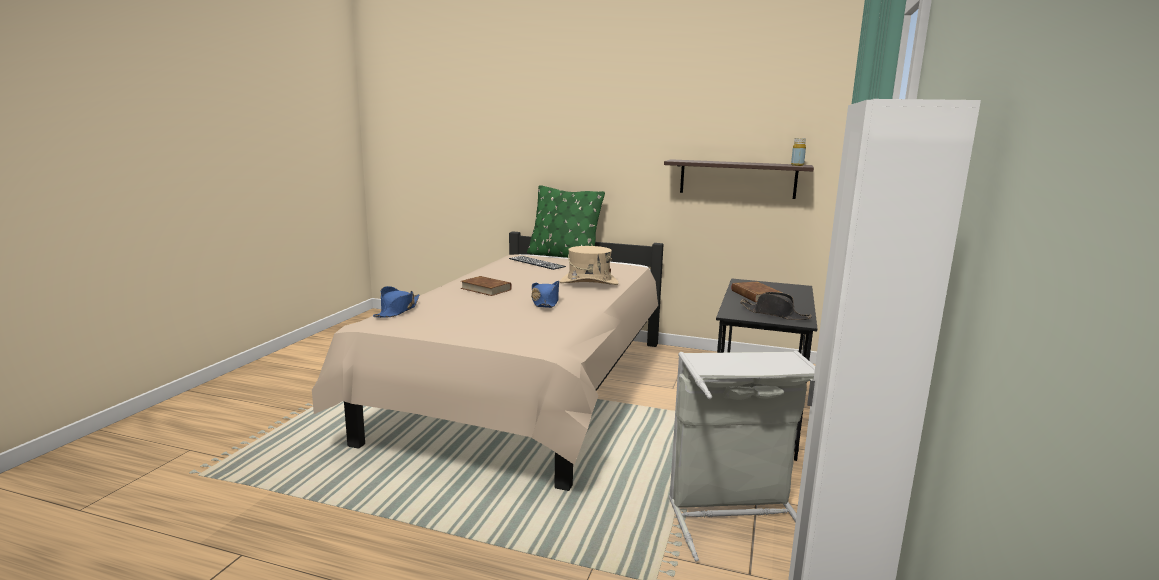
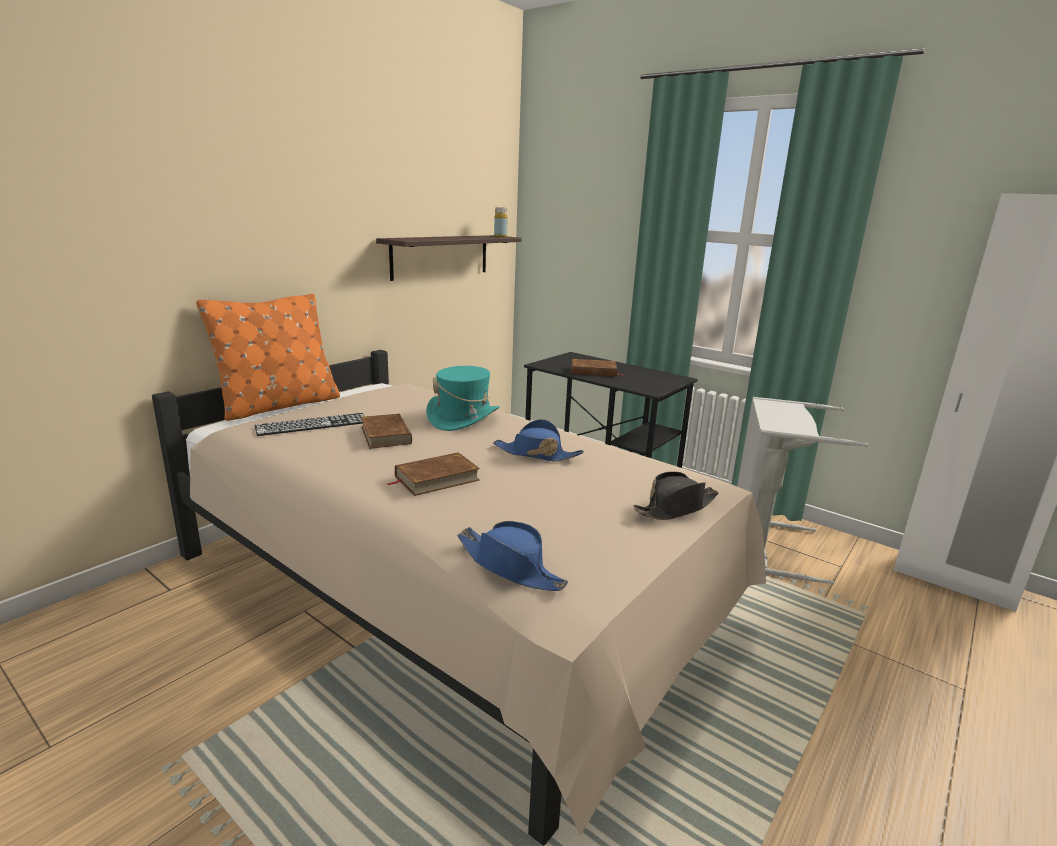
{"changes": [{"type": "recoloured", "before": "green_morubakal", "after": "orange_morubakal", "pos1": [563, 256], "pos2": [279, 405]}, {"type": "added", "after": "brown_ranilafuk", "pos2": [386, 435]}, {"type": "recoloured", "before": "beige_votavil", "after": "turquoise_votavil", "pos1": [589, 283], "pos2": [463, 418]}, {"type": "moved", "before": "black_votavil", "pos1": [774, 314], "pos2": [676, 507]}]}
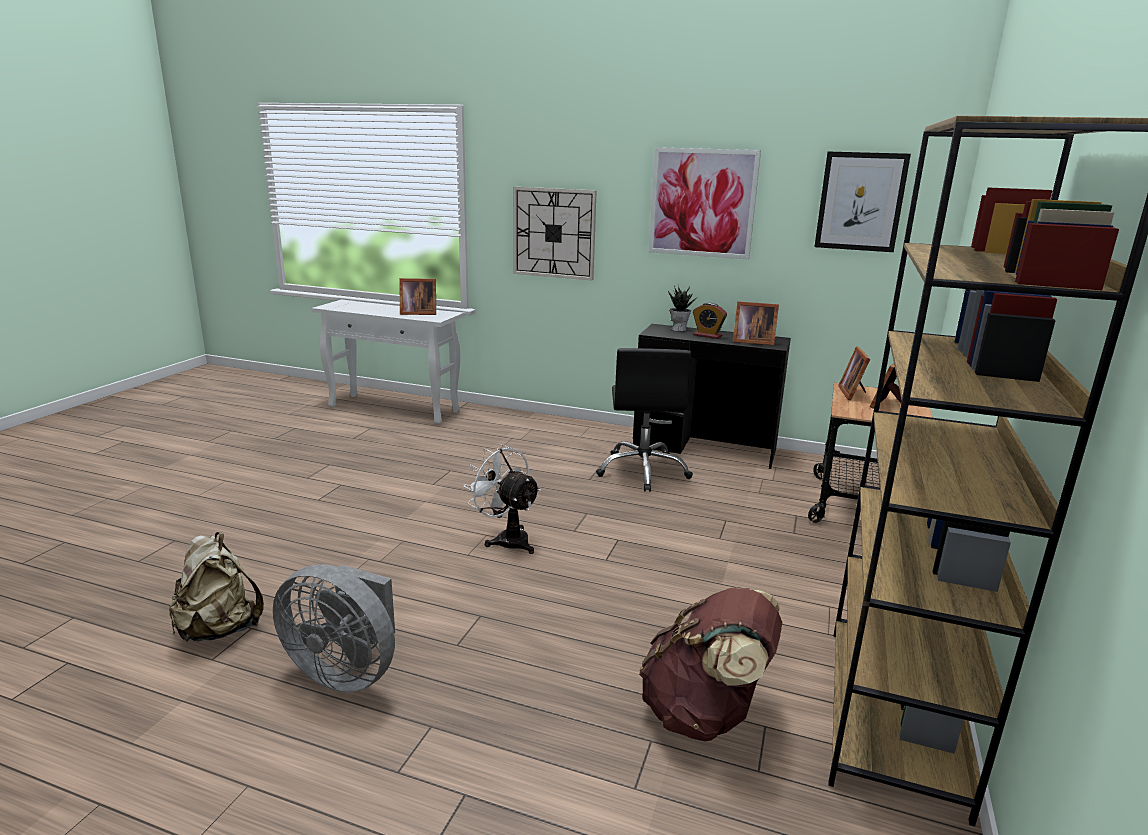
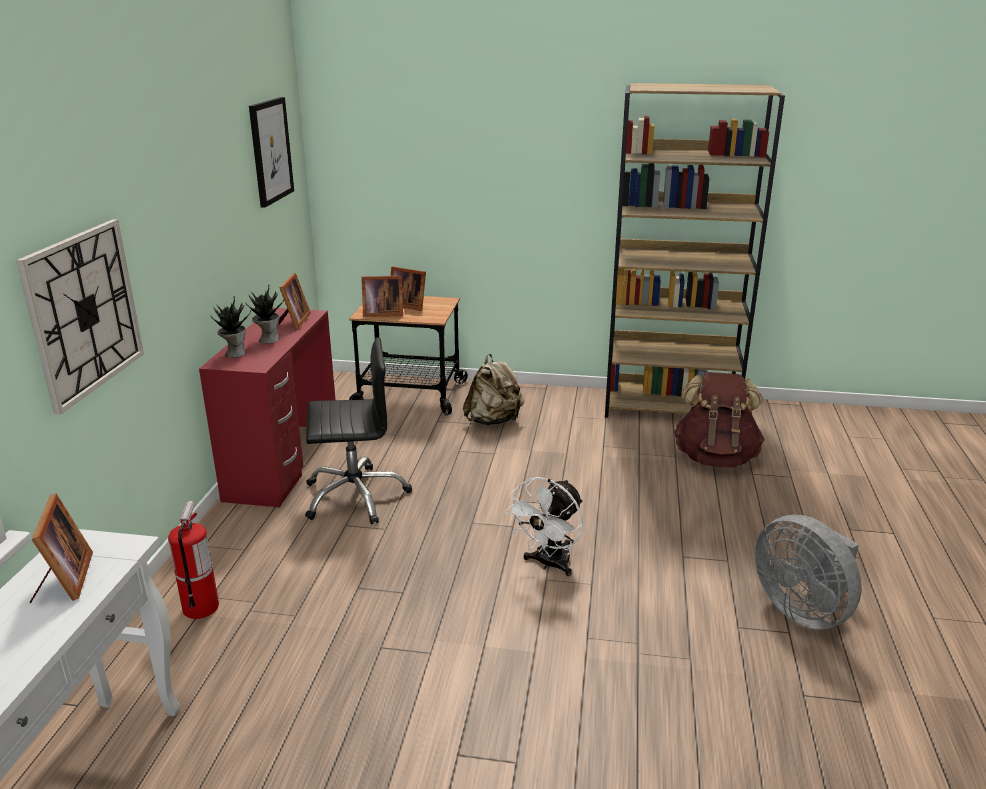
{"changes": [{"type": "added", "after": "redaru", "pos2": [201, 607]}, {"type": "recoloured", "before": "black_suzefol", "after": "red_suzefol", "pos1": [704, 448], "pos2": [283, 462]}, {"type": "replaced", "before": "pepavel", "after": "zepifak", "pos1": [707, 335], "pos2": [268, 340]}, {"type": "moved", "before": "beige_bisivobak", "pos1": [219, 629], "pos2": [494, 421]}, {"type": "turned", "before": "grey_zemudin", "pos1": [346, 671], "pos2": [802, 609], "turn": 135}, {"type": "removed", "before": "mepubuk", "pos1": [702, 203]}]}
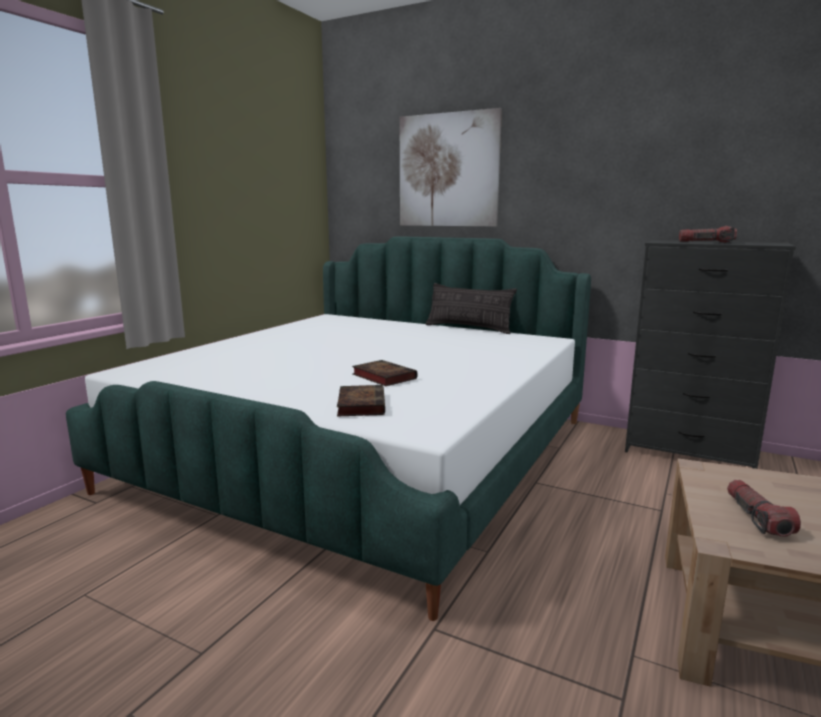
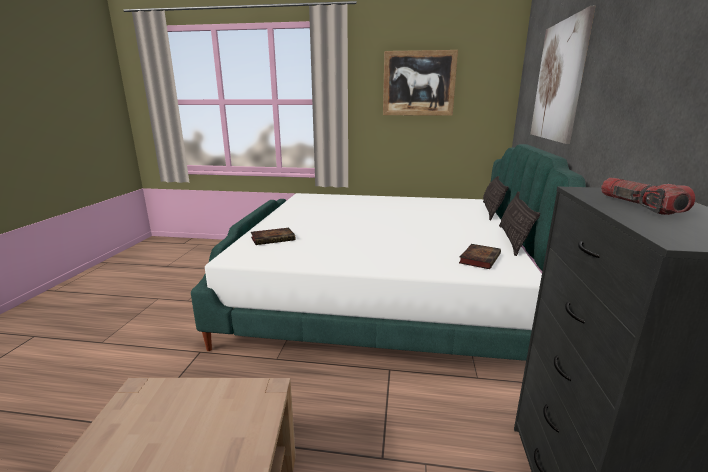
{"changes": [{"type": "added", "after": "mepubuk", "pos2": [418, 83]}, {"type": "moved", "before": "ranilafuk", "pos1": [382, 376], "pos2": [479, 258]}, {"type": "added", "after": "morubakal", "pos2": [491, 211]}, {"type": "removed", "before": "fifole", "pos1": [757, 518]}]}
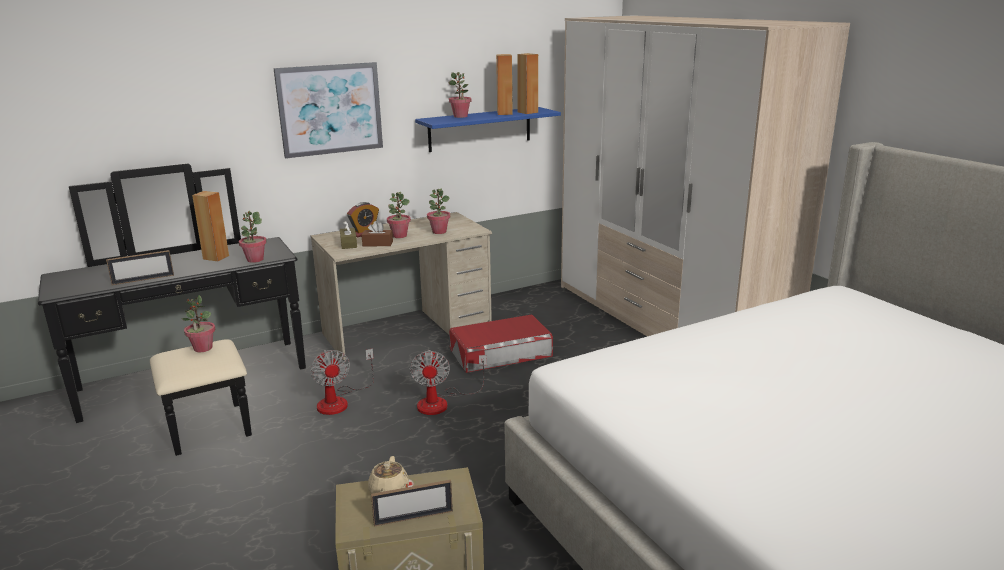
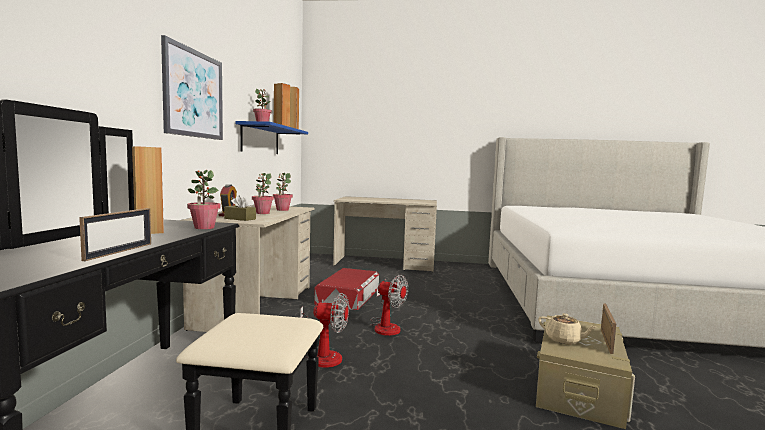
{"changes": [{"type": "replaced", "before": "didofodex", "after": "beige_suzefol", "pos1": [665, 322], "pos2": [385, 263]}, {"type": "removed", "before": "zepifak", "pos1": [203, 348]}, {"type": "removed", "before": "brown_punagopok", "pos1": [377, 244]}]}
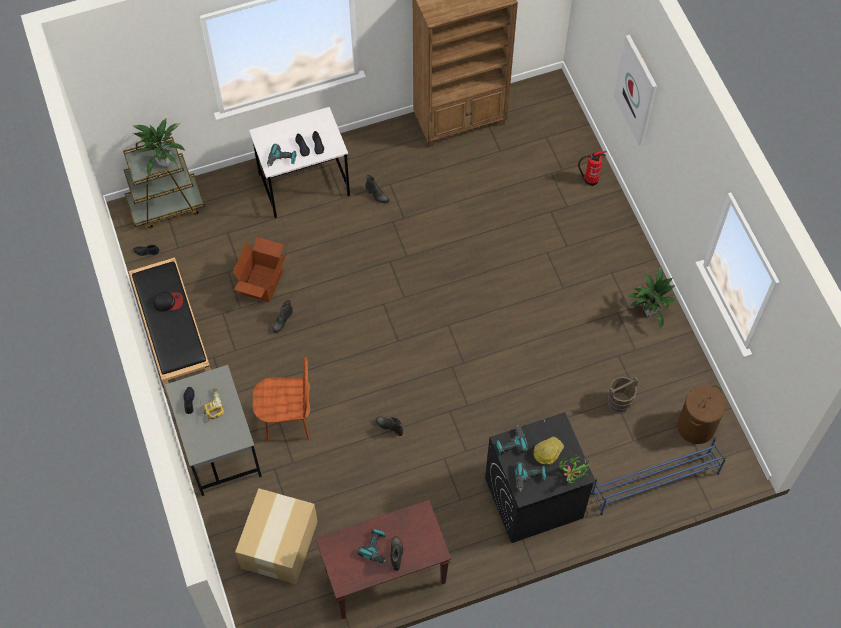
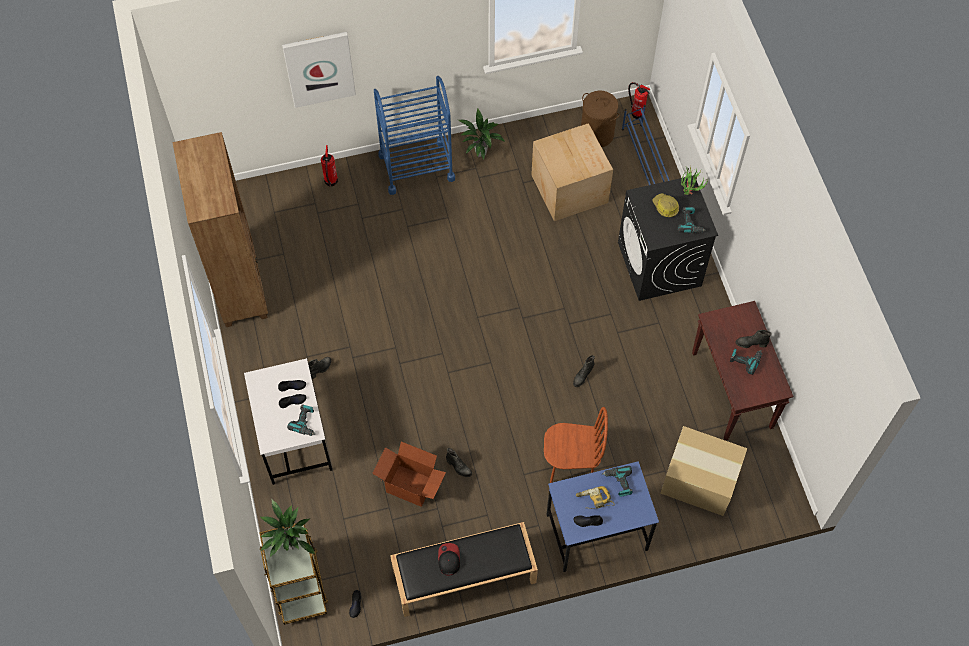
{"changes": [{"type": "added", "after": "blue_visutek", "pos2": [416, 167]}, {"type": "replaced", "before": "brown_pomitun", "after": "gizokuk", "pos1": [619, 402], "pos2": [570, 187]}, {"type": "turned", "before": "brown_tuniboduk", "pos1": [288, 421], "pos2": [571, 467], "turn": 90}, {"type": "recoloured", "before": "grey_suzefol", "after": "blue_suzefol", "pos1": [219, 448], "pos2": [596, 533]}, {"type": "moved", "before": "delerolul", "pos1": [511, 443], "pos2": [619, 483]}, {"type": "added", "after": "redaru", "pos2": [636, 112]}]}
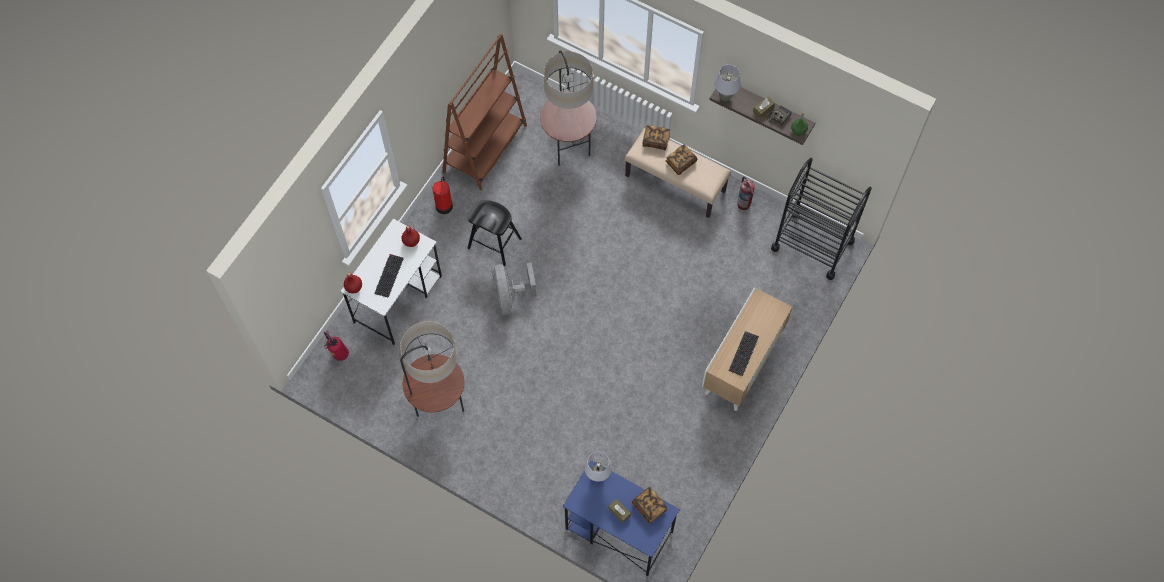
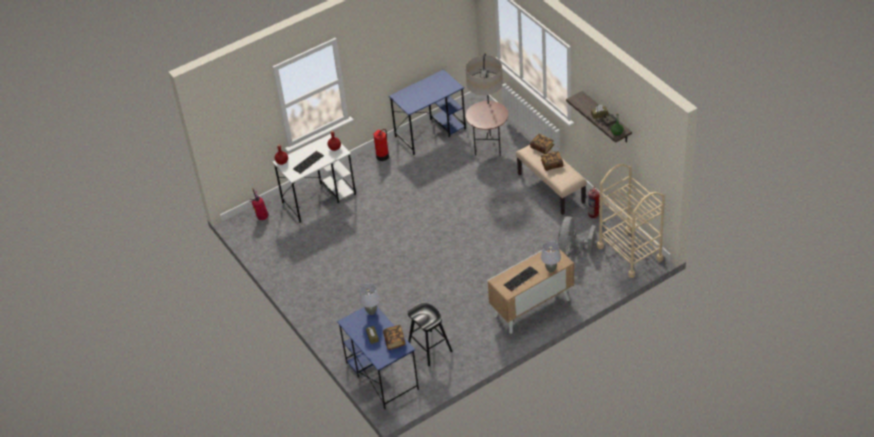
{"changes": [{"type": "replaced", "before": "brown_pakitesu", "after": "blue_suzefol", "pos1": [485, 148], "pos2": [431, 132]}, {"type": "moved", "before": "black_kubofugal", "pos1": [494, 243], "pos2": [429, 348]}, {"type": "moved", "before": "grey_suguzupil", "pos1": [725, 97], "pos2": [551, 270]}, {"type": "moved", "before": "grey_zemudin", "pos1": [510, 297], "pos2": [572, 249]}, {"type": "recoloured", "before": "black_visutek", "after": "beige_visutek", "pos1": [812, 244], "pos2": [630, 253]}, {"type": "removed", "before": "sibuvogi", "pos1": [439, 405]}]}
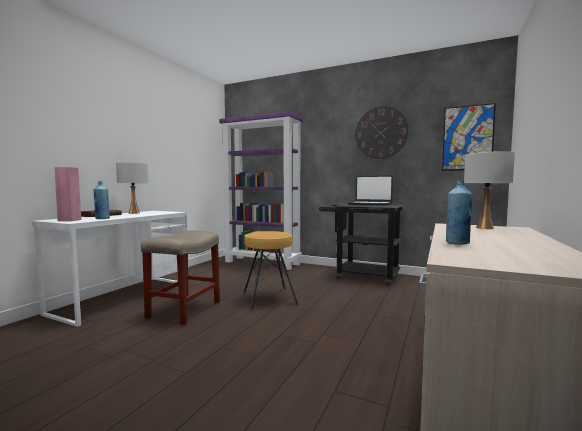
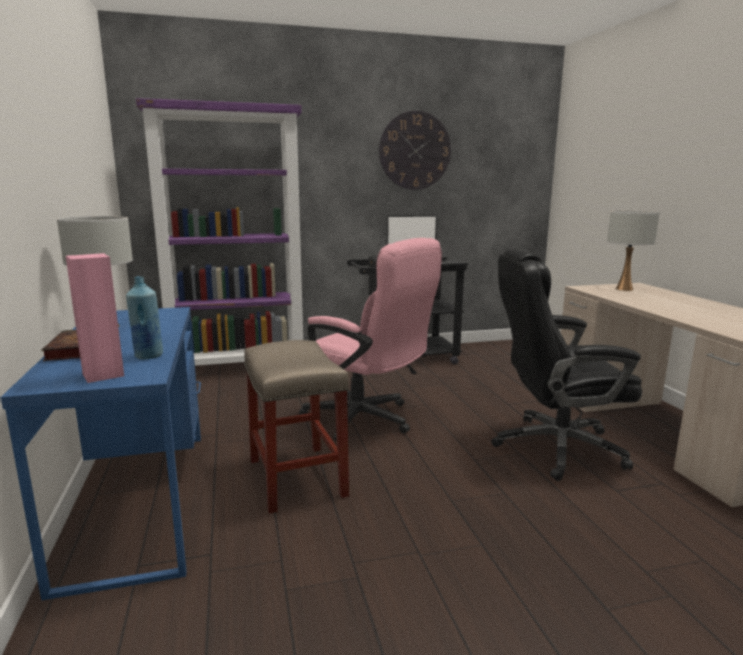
{"changes": [{"type": "recoloured", "before": "white_suzefol", "after": "blue_suzefol", "pos1": [125, 297], "pos2": [141, 499]}, {"type": "replaced", "before": "brown_kubofugal", "after": "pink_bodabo", "pos1": [269, 298], "pos2": [367, 420]}, {"type": "added", "after": "black_bodabo", "pos2": [555, 448]}, {"type": "removed", "before": "mepubuk", "pos1": [467, 138]}, {"type": "removed", "before": "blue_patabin", "pos1": [457, 243]}]}
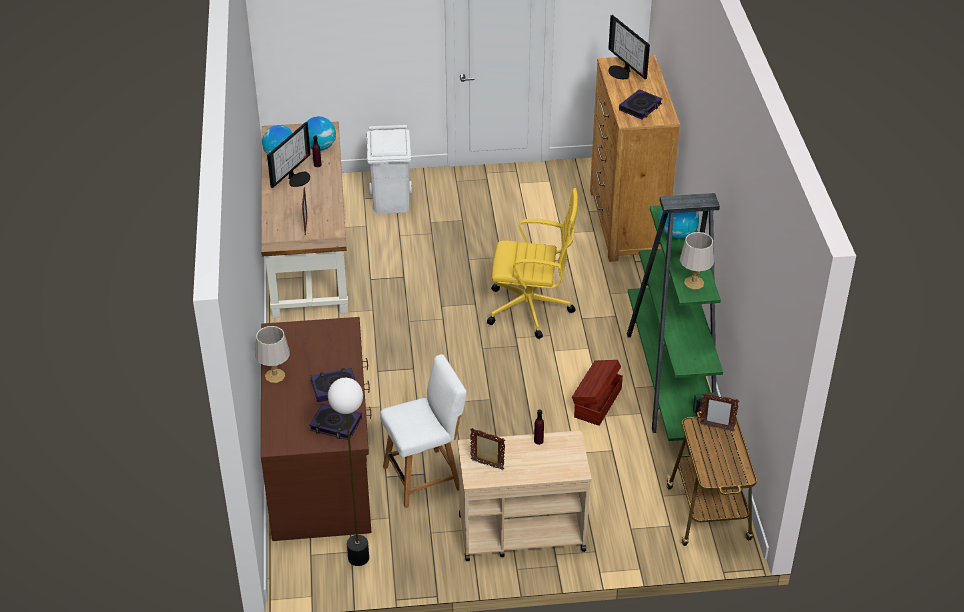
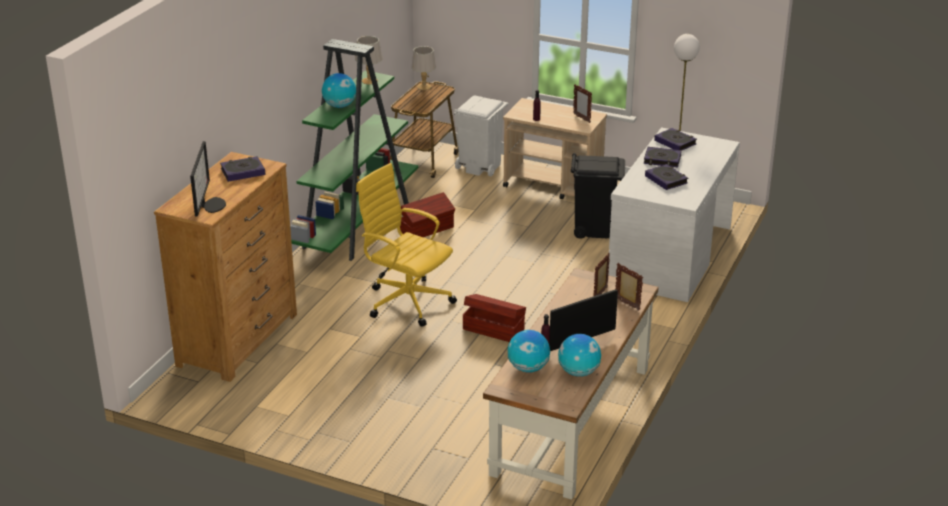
{"changes": [{"type": "moved", "before": "grey_suguzupil", "pos1": [275, 376], "pos2": [424, 87]}, {"type": "moved", "before": "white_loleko", "pos1": [391, 201], "pos2": [480, 166]}, {"type": "added", "after": "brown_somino", "pos2": [493, 329]}, {"type": "replaced", "before": "white_tuniboduk", "after": "black_loleko", "pos1": [425, 477], "pos2": [594, 228]}, {"type": "recoloured", "before": "brown_suzefol", "after": "white_suzefol", "pos1": [321, 467], "pos2": [669, 255]}, {"type": "moved", "before": "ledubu", "pos1": [716, 427], "pos2": [627, 304]}, {"type": "added", "after": "ranilafuk", "pos2": [666, 180]}]}
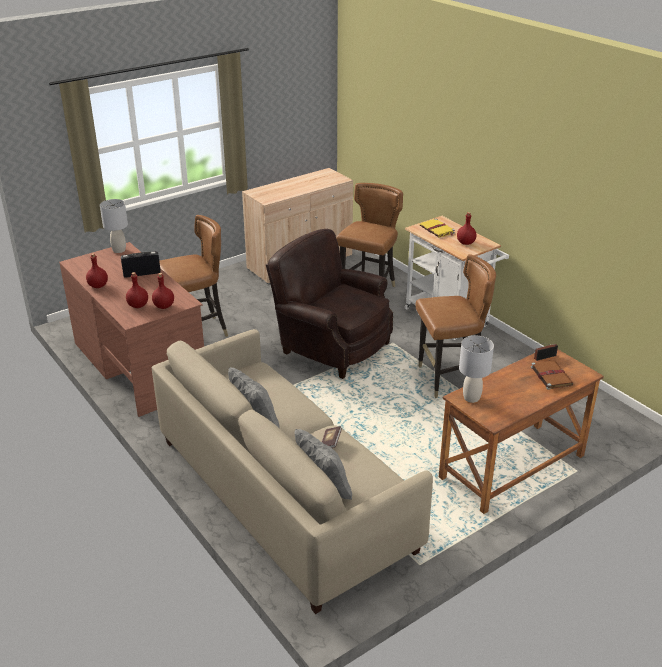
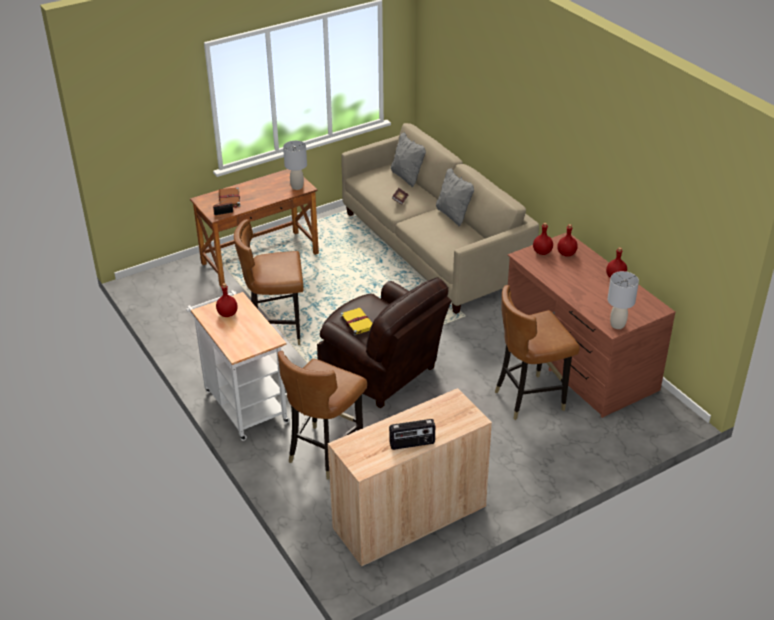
{"changes": [{"type": "moved", "before": "yellow_ranilafuk", "pos1": [437, 230], "pos2": [357, 322]}, {"type": "moved", "before": "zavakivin", "pos1": [142, 273], "pos2": [412, 444]}]}
